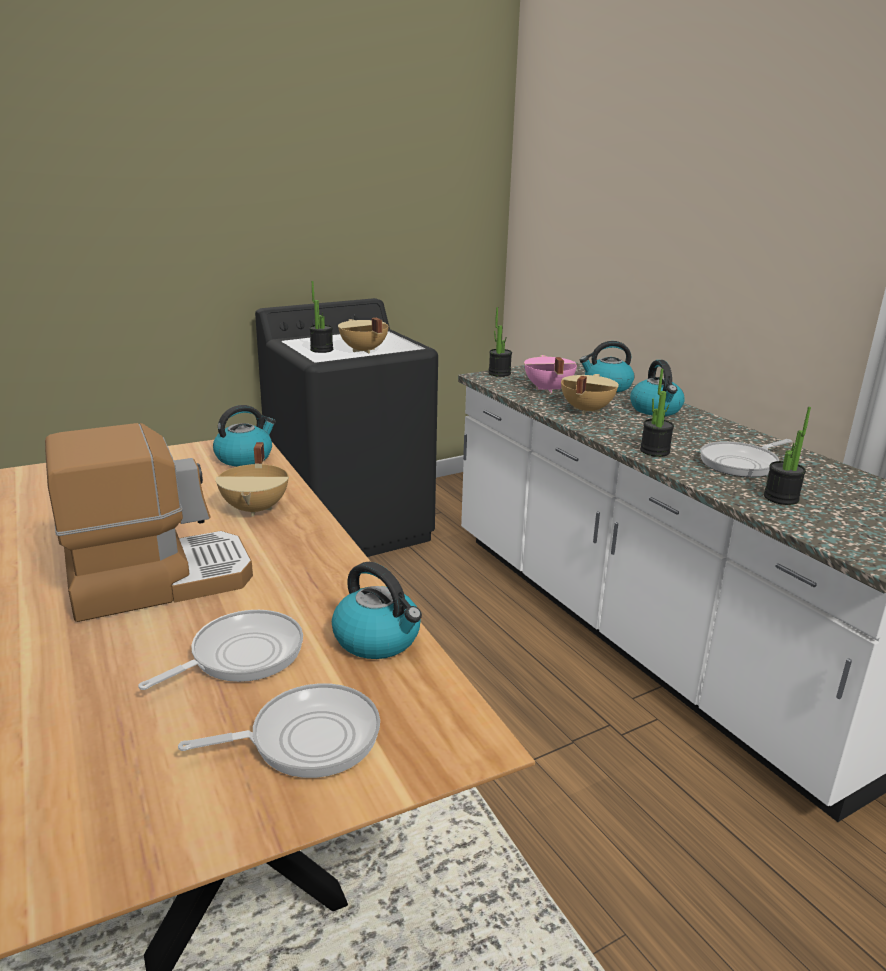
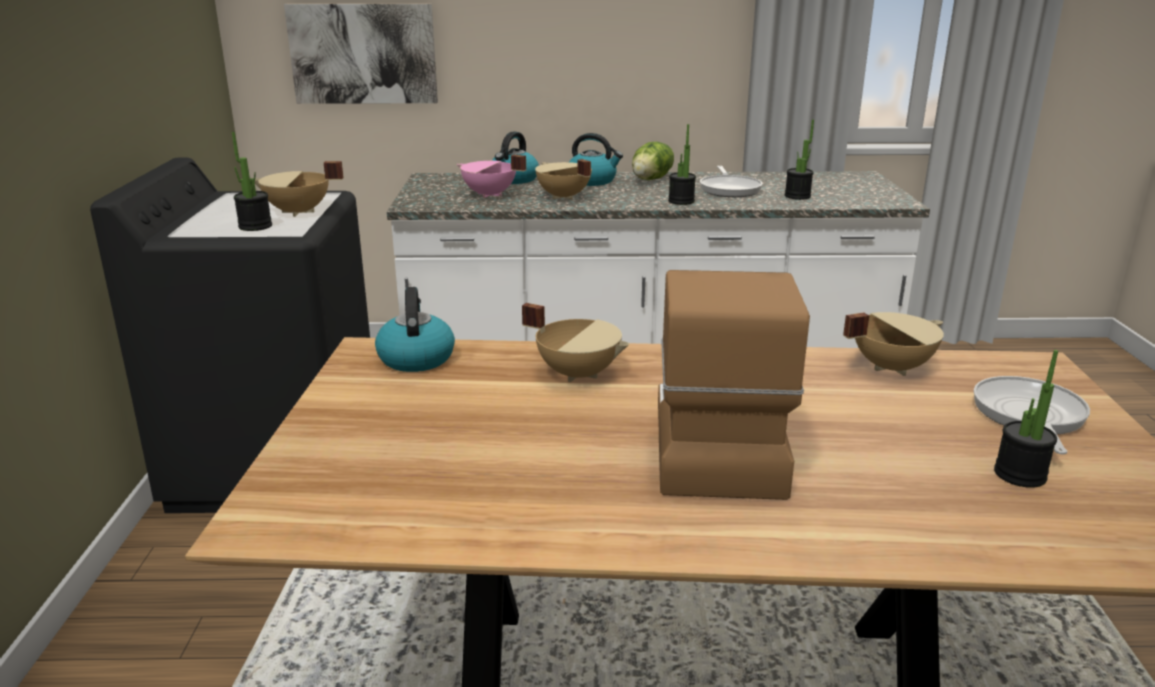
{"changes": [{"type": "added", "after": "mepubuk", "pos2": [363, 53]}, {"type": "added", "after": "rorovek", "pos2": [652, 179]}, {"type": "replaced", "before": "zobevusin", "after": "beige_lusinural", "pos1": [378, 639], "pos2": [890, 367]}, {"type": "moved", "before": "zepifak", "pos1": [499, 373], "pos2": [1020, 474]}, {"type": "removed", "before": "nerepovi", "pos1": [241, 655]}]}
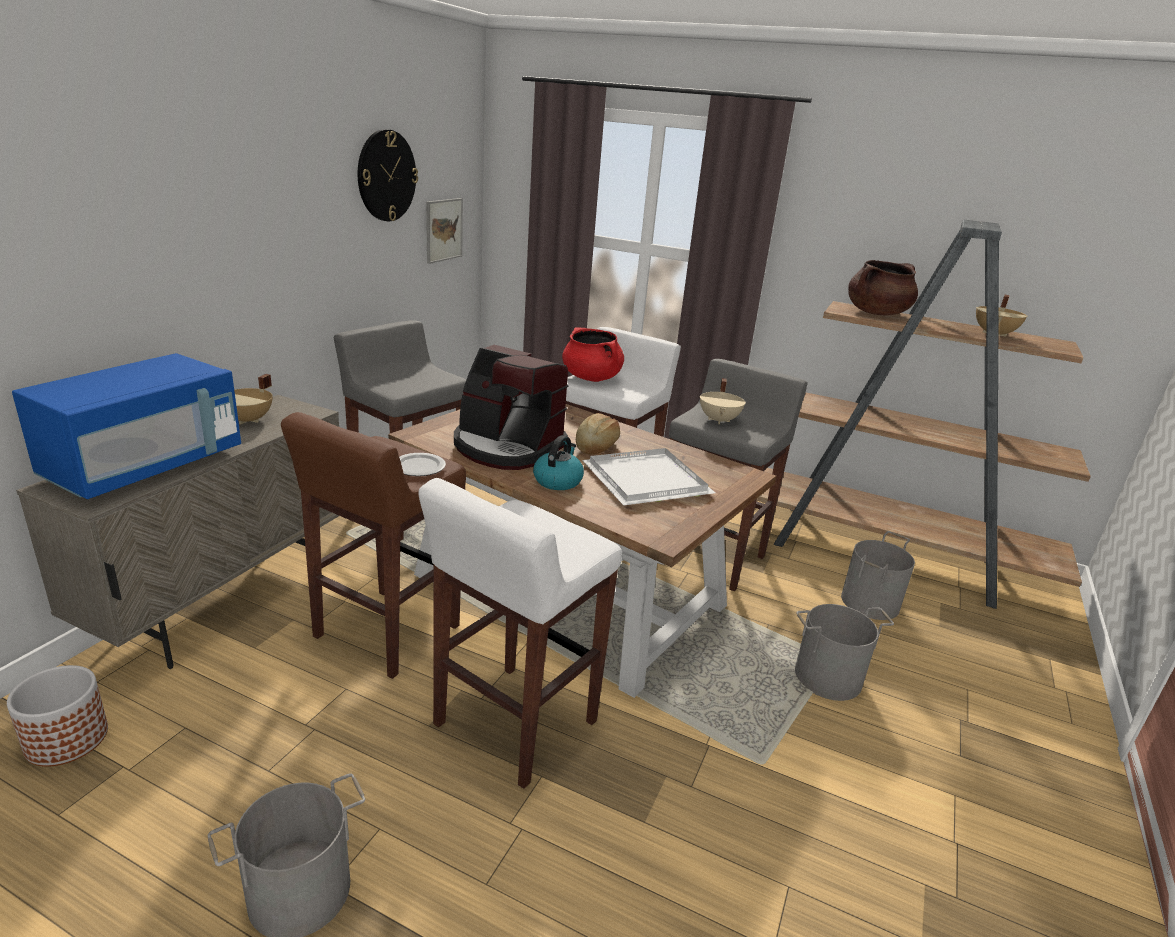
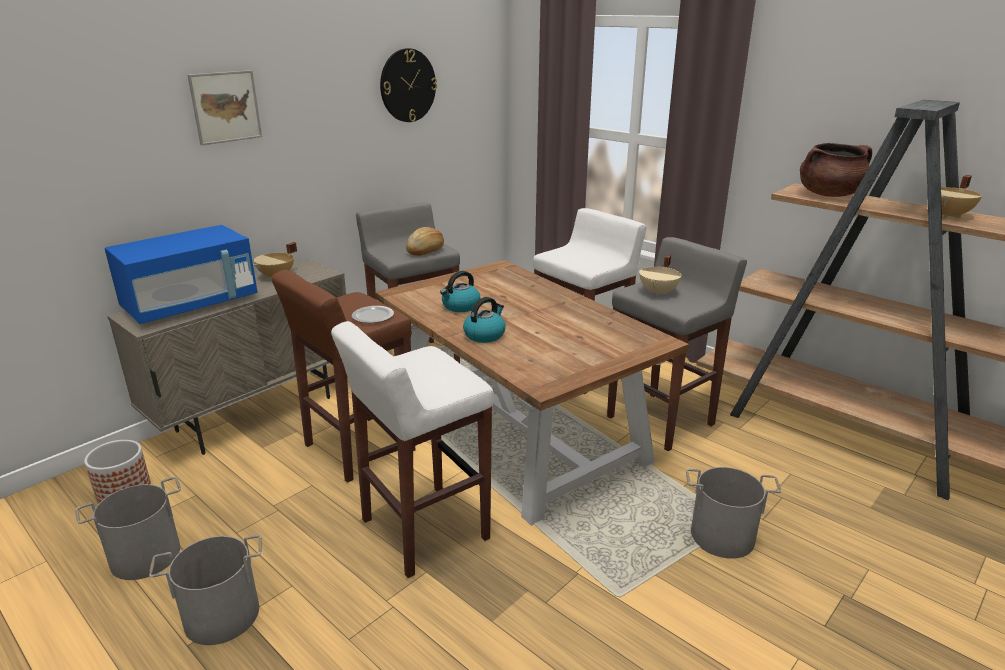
{"changes": [{"type": "moved", "before": "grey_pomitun", "pos1": [871, 602], "pos2": [145, 556]}, {"type": "moved", "before": "mepubuk", "pos1": [443, 230], "pos2": [225, 107]}, {"type": "moved", "before": "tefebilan", "pos1": [596, 446], "pos2": [426, 251]}, {"type": "replaced", "before": "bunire", "after": "zobevusin", "pos1": [507, 447], "pos2": [460, 306]}, {"type": "removed", "before": "red_lusinural", "pos1": [591, 378]}, {"type": "removed", "before": "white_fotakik", "pos1": [649, 481]}]}
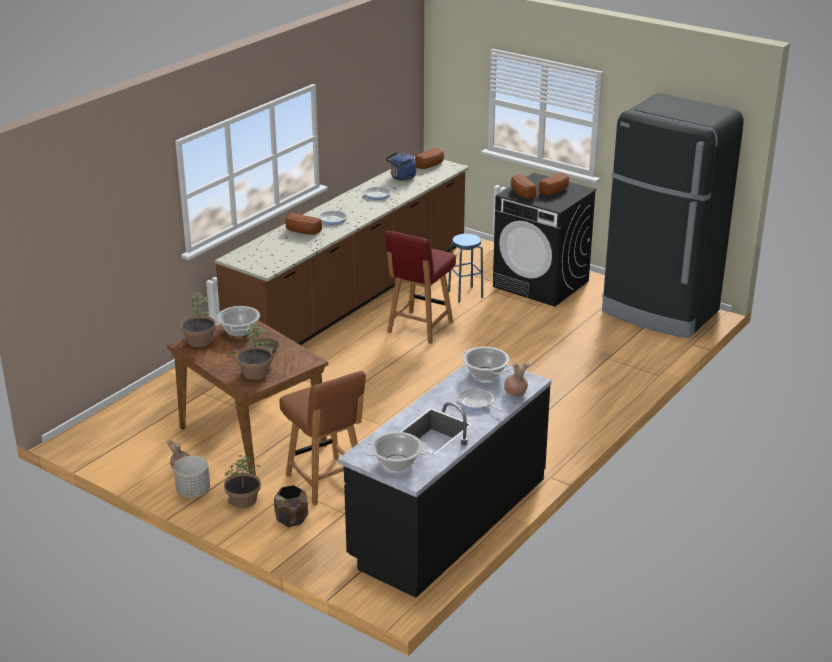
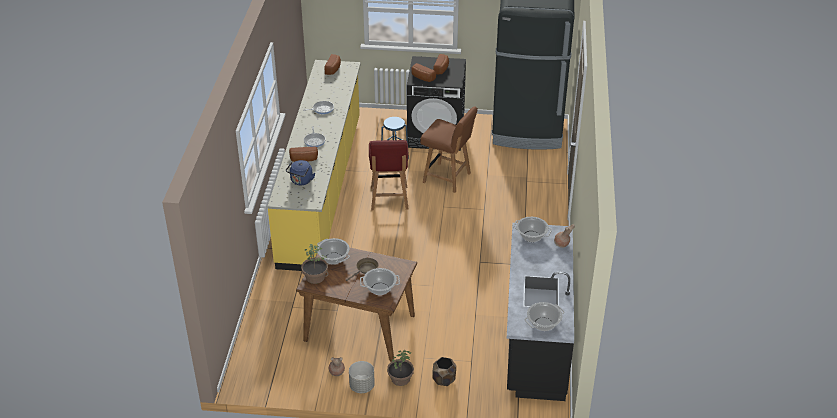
{"changes": [{"type": "recoloured", "before": "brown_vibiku", "after": "yellow_vibiku", "pos1": [354, 298], "pos2": [322, 189]}, {"type": "moved", "before": "blue_zobevusin", "pos1": [402, 178], "pos2": [301, 181]}, {"type": "replaced", "before": "zepifak", "after": "lusinural", "pos1": [255, 373], "pos2": [380, 289]}, {"type": "moved", "before": "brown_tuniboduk", "pos1": [326, 482], "pos2": [448, 178]}, {"type": "removed", "before": "nerepovi", "pos1": [477, 403]}]}
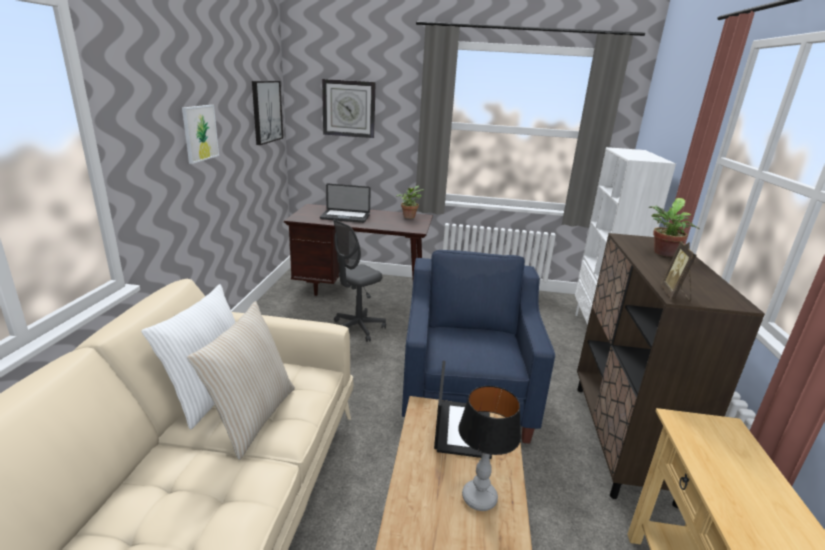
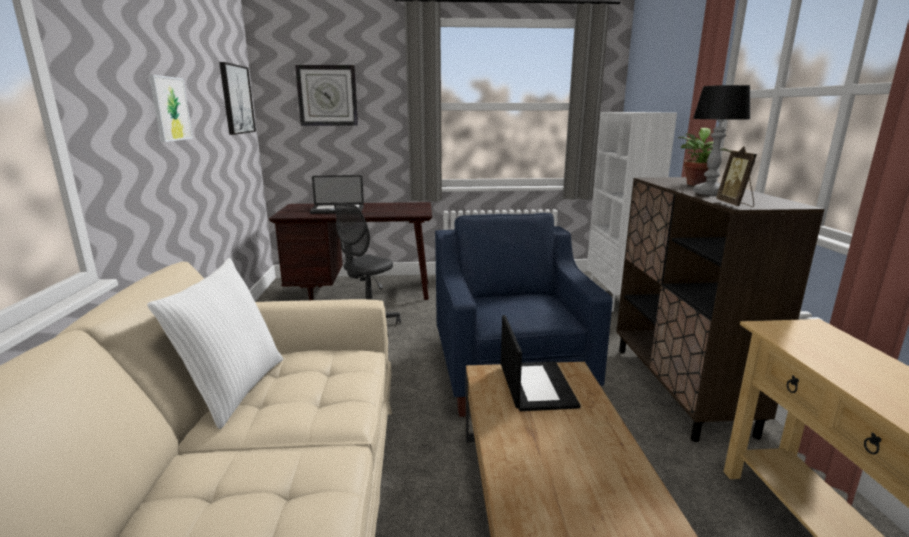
{"changes": [{"type": "moved", "before": "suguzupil", "pos1": [480, 498], "pos2": [709, 193]}, {"type": "removed", "before": "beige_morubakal", "pos1": [252, 417]}, {"type": "removed", "before": "zepifak", "pos1": [409, 216]}]}
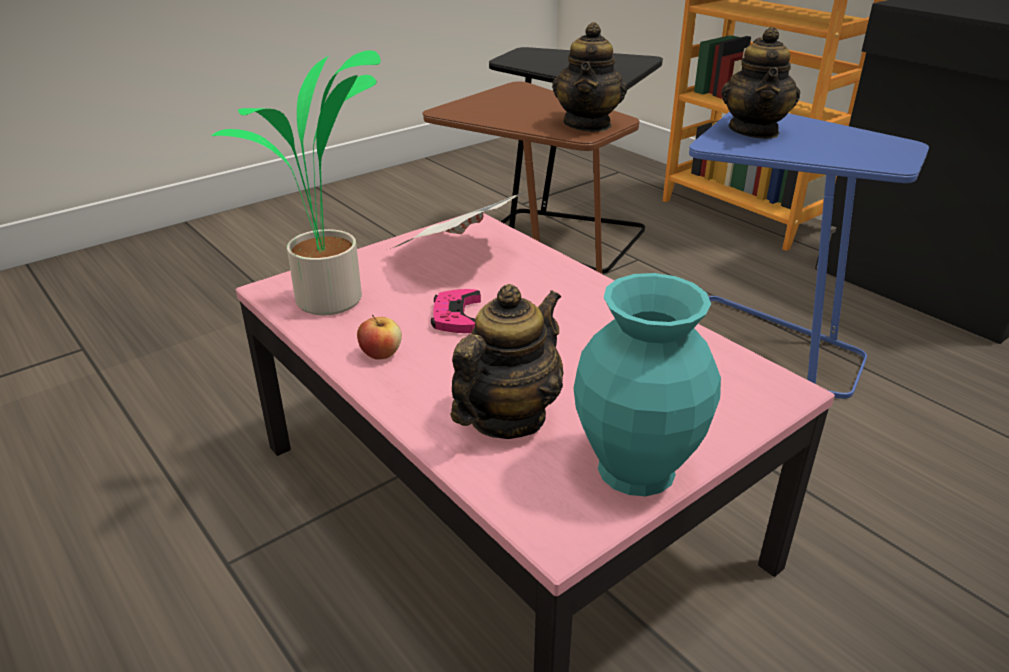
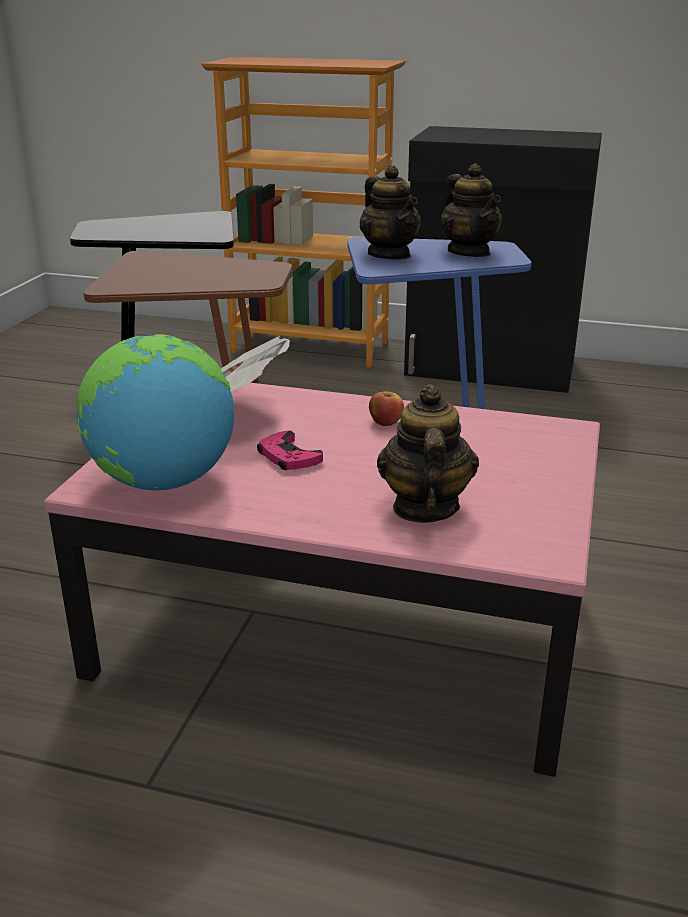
{"changes": [{"type": "replaced", "before": "zepifak", "after": "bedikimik", "pos1": [331, 303], "pos2": [162, 481]}, {"type": "moved", "before": "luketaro", "pos1": [381, 354], "pos2": [385, 422]}, {"type": "moved", "before": "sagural", "pos1": [588, 124], "pos2": [469, 252]}, {"type": "removed", "before": "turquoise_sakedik", "pos1": [636, 467]}]}
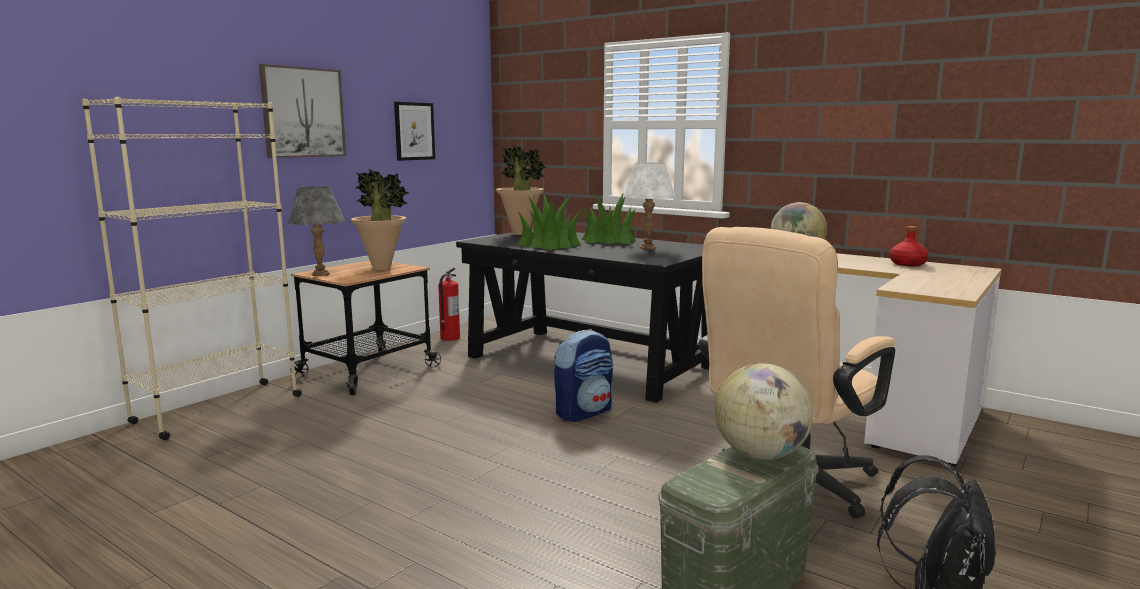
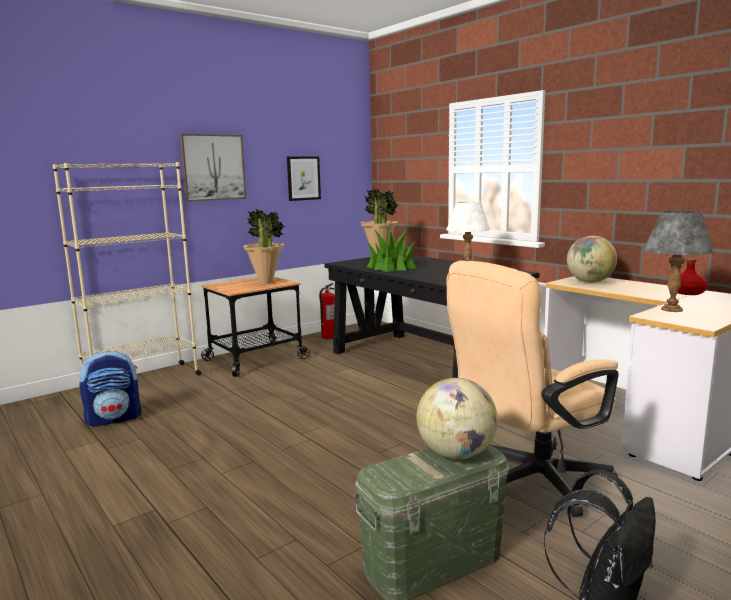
{"changes": [{"type": "moved", "before": "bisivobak", "pos1": [584, 412], "pos2": [114, 418]}, {"type": "moved", "before": "grey_suguzupil", "pos1": [320, 274], "pos2": [672, 309]}, {"type": "removed", "before": "zepifak", "pos1": [609, 240]}]}
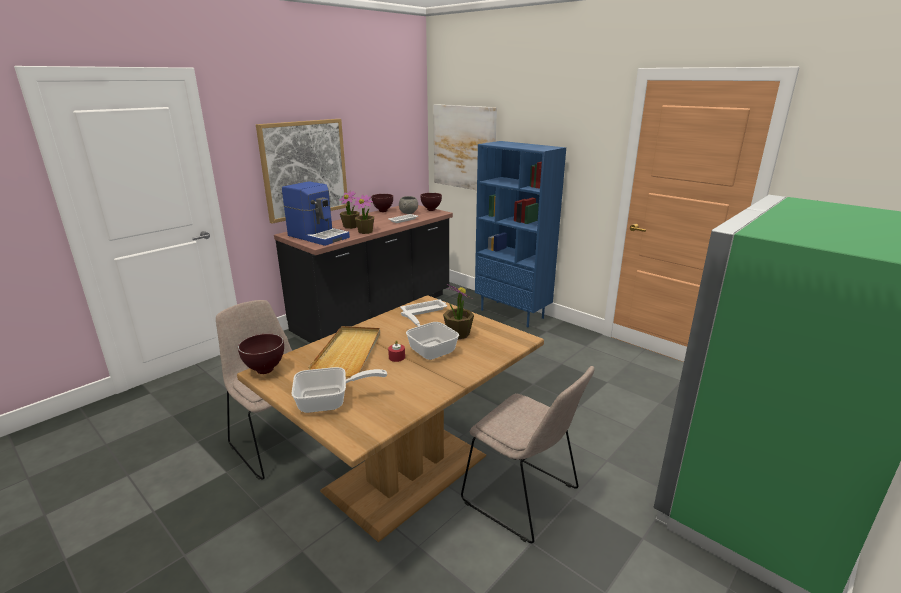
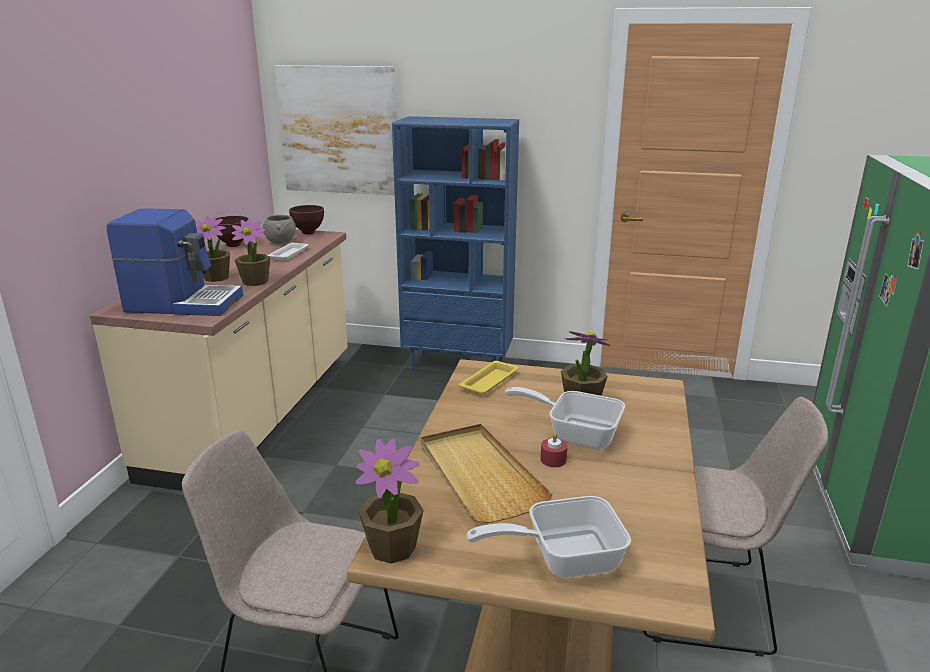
{"changes": [{"type": "recoloured", "before": "black_vibiku", "after": "beige_vibiku", "pos1": [375, 313], "pos2": [258, 414]}, {"type": "replaced", "before": "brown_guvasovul", "after": "zepifak", "pos1": [266, 370], "pos2": [393, 547]}, {"type": "recoloured", "before": "white_fotakik", "after": "yellow_fotakik", "pos1": [424, 310], "pos2": [490, 381]}, {"type": "turned", "before": "nerepovi", "pos1": [330, 401], "pos2": [562, 558], "turn": -150}, {"type": "removed", "before": "mepubuk", "pos1": [305, 169]}]}
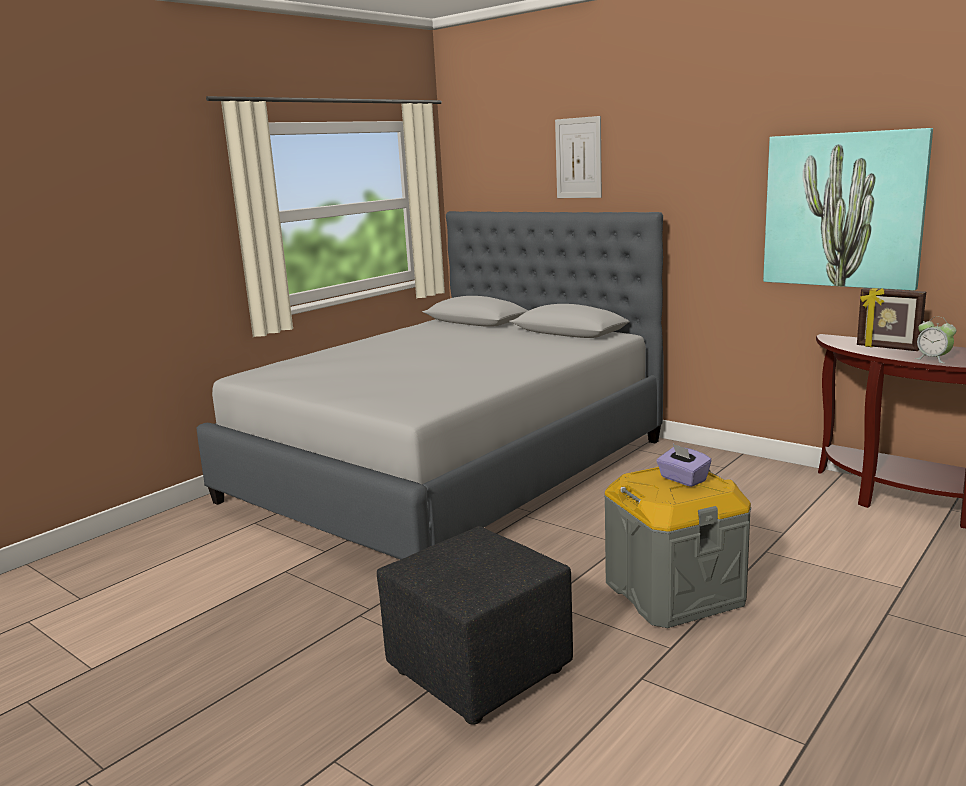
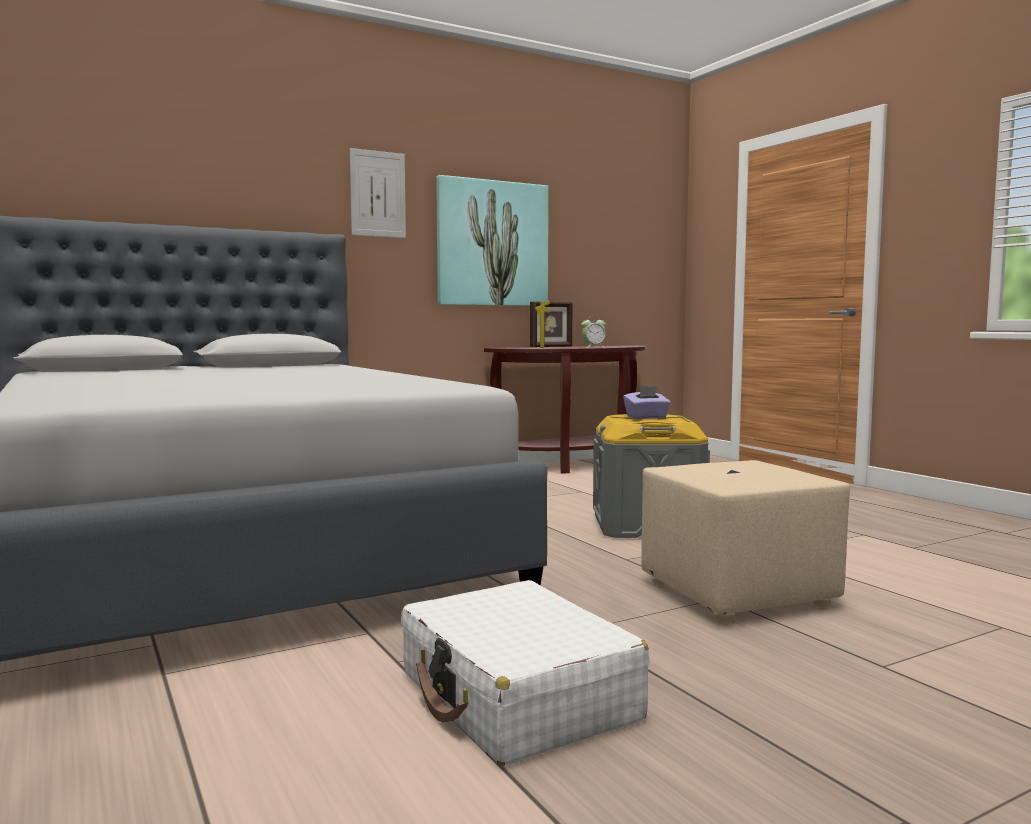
{"changes": [{"type": "moved", "before": "mepubuk", "pos1": [578, 158], "pos2": [378, 194]}, {"type": "added", "after": "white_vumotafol", "pos2": [518, 697]}, {"type": "recoloured", "before": "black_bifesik", "after": "beige_bifesik", "pos1": [479, 672], "pos2": [739, 595]}]}
